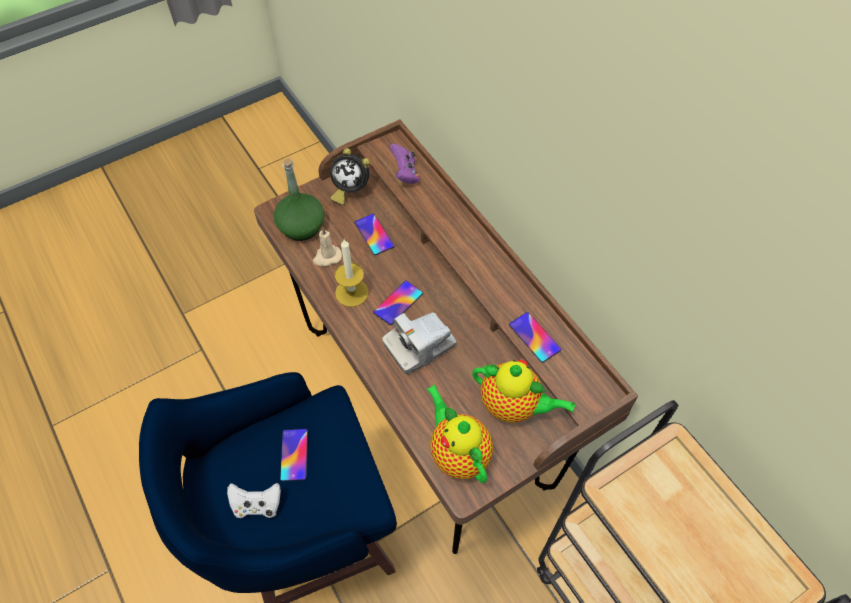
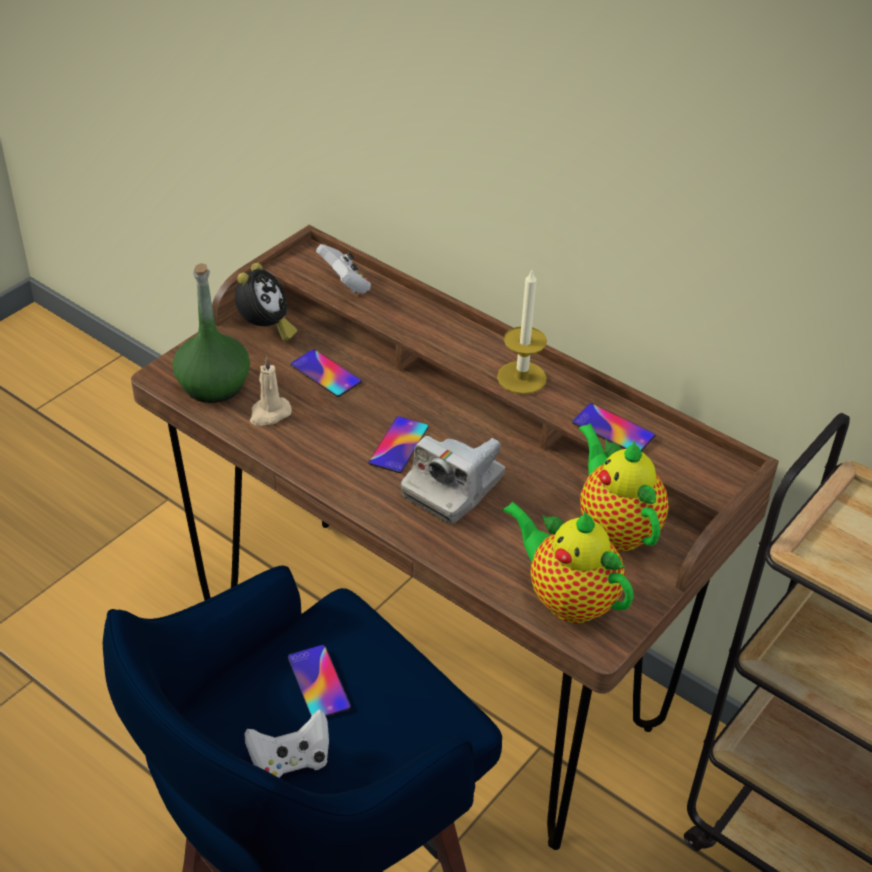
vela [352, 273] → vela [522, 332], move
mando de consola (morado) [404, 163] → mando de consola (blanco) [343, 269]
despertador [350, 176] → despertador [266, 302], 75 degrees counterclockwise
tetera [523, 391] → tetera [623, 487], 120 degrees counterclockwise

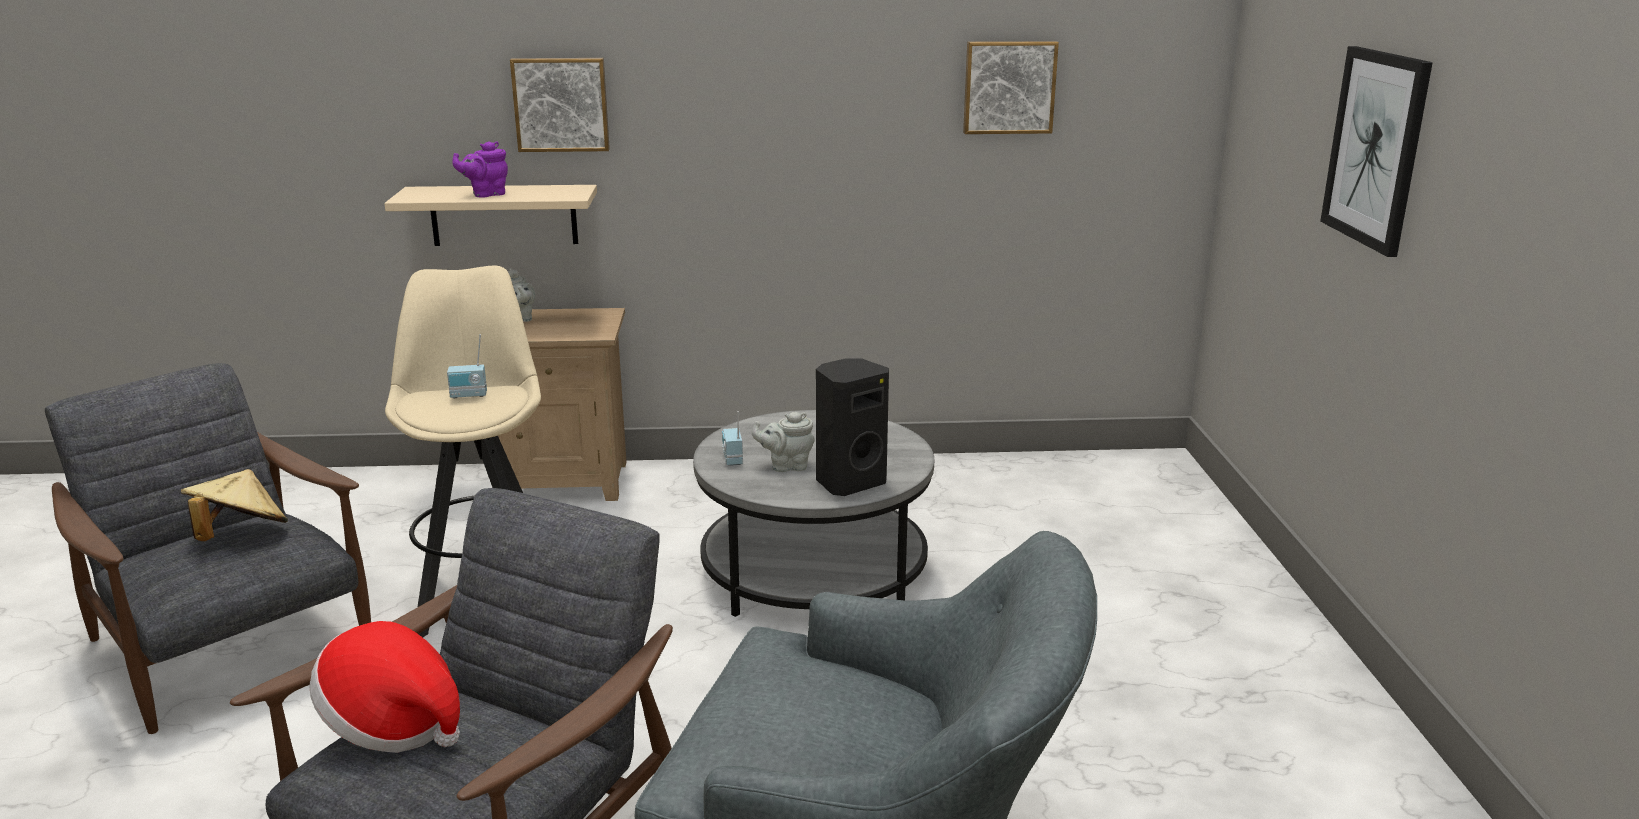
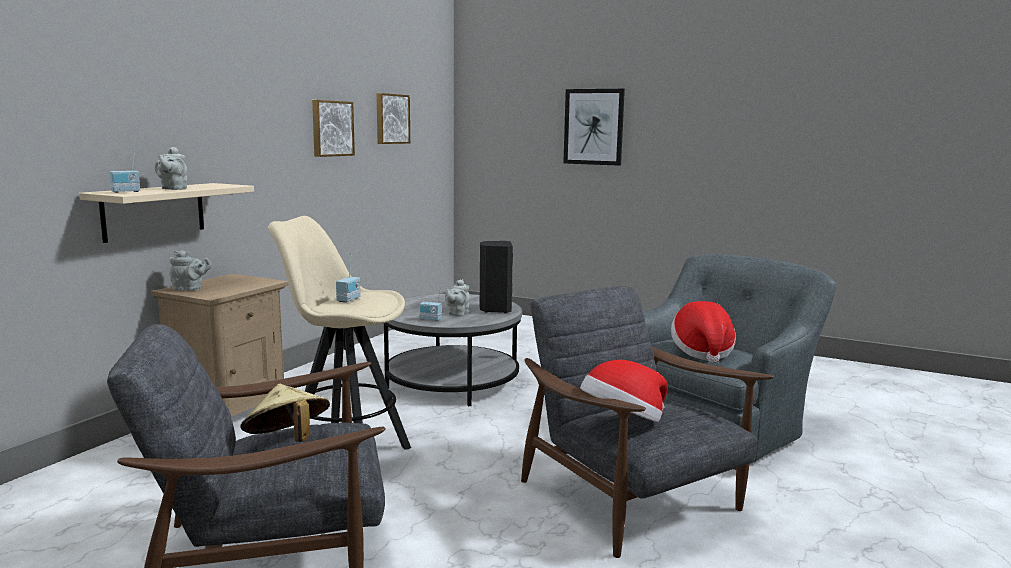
- → radio [124, 170]
- → sombrero [703, 332]
cuadro [560, 105] → cuadro [333, 128], move
tetera (morado) [480, 169] → tetera (gris) [171, 168]

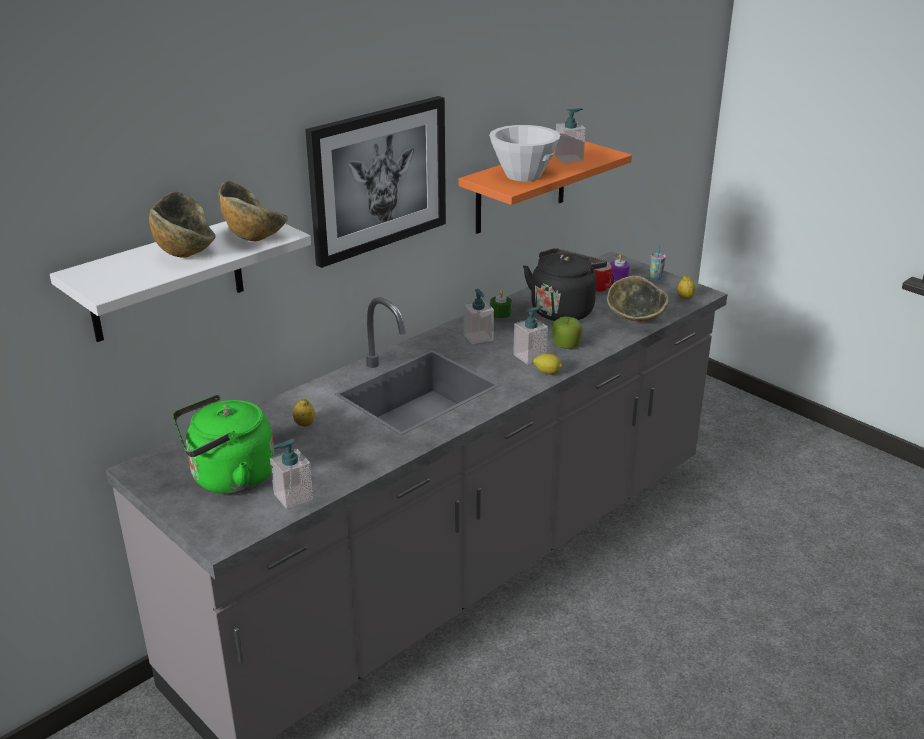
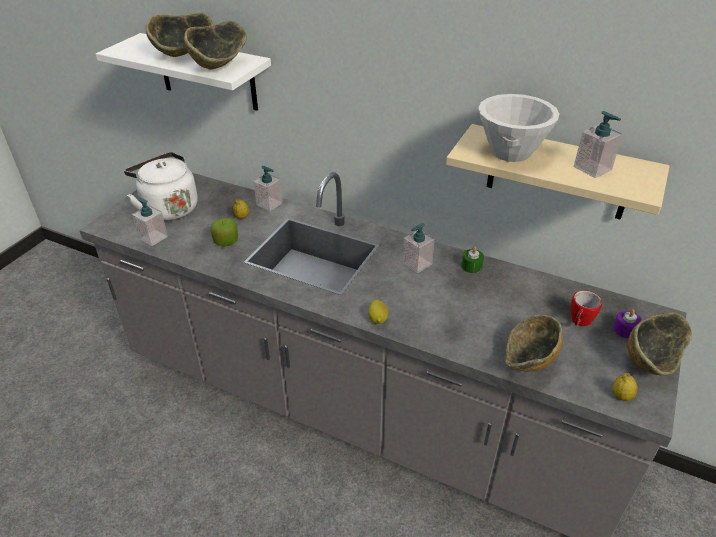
cuadro [375, 182] → -
hervidor (negro) [565, 284] → -
dispensador de jabón [530, 335] → dispensador de jabón [268, 188], move
manzana [567, 333] → manzana [224, 232], move
taza [658, 262] → cuenco [659, 343]
hervidor (verde) [224, 444] → hervidor (blanco) [161, 186]
estante (naranja) [545, 187] → estante (beis) [558, 172]

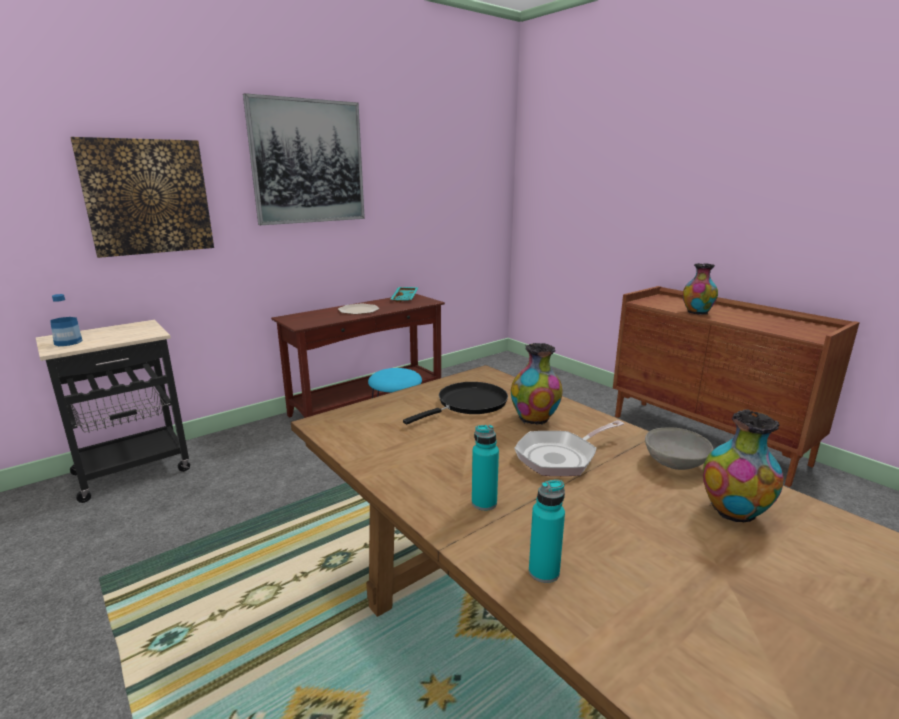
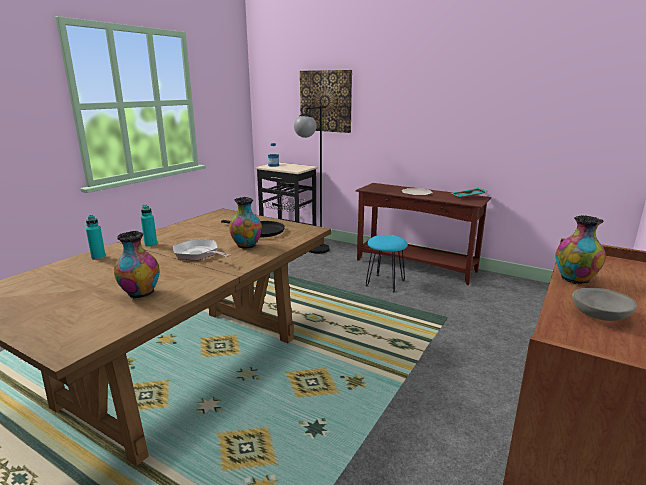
cuadro [304, 159] → -
- → lámpara de pie (negro) [312, 180]
cuenco (gris) [679, 448] → cuenco (gris) [604, 304], move

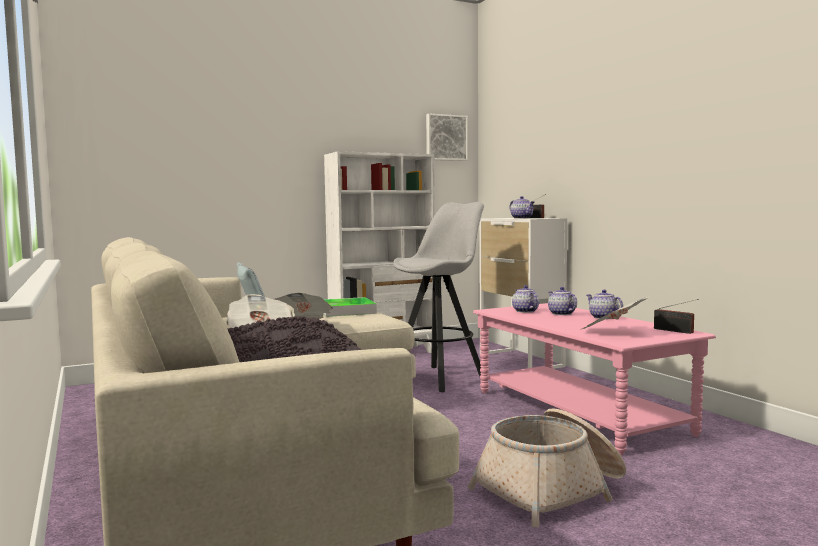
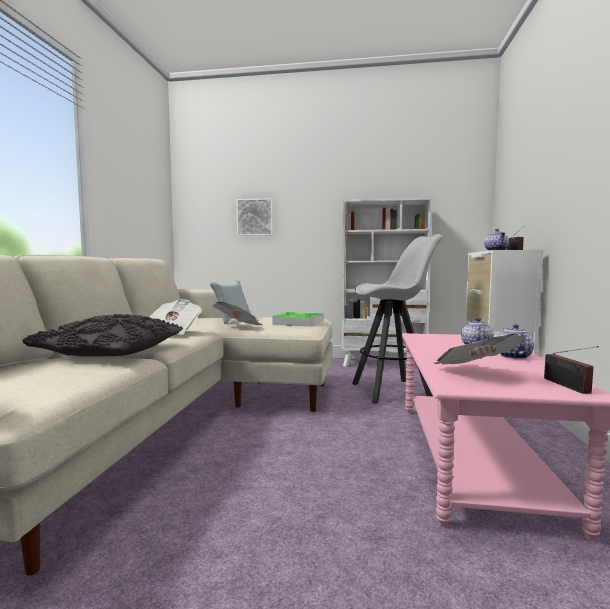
cesta [546, 468] → -
tetera [526, 299] → -
cuadro [447, 137] → cuadro [255, 217], move

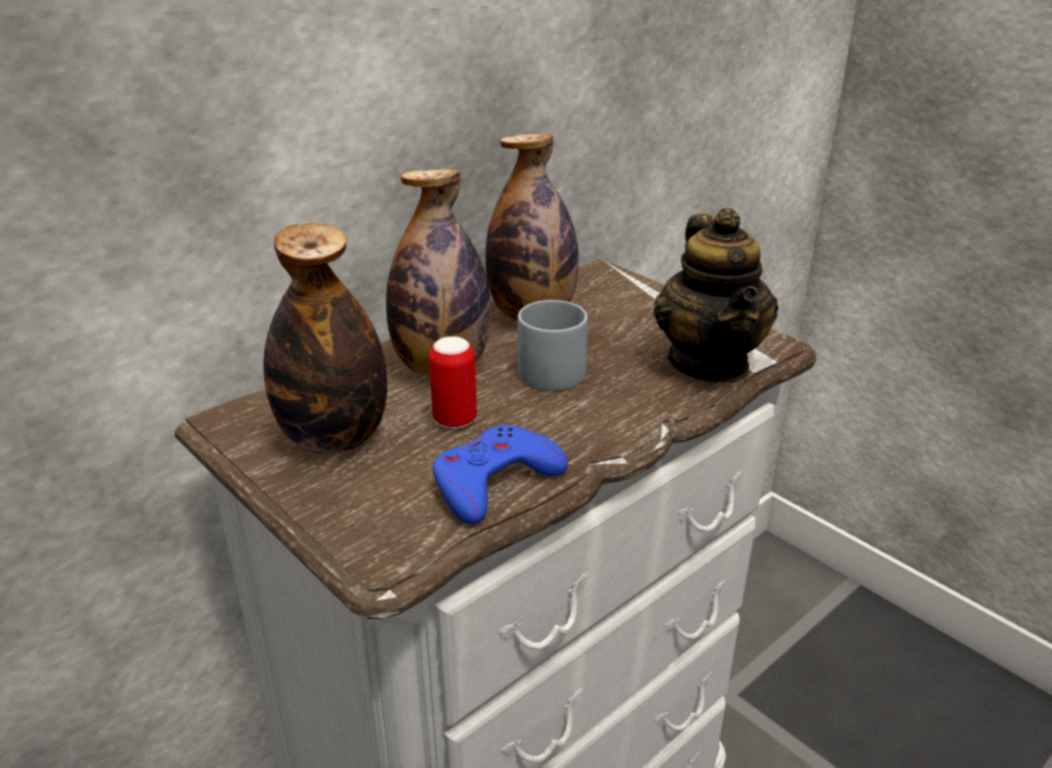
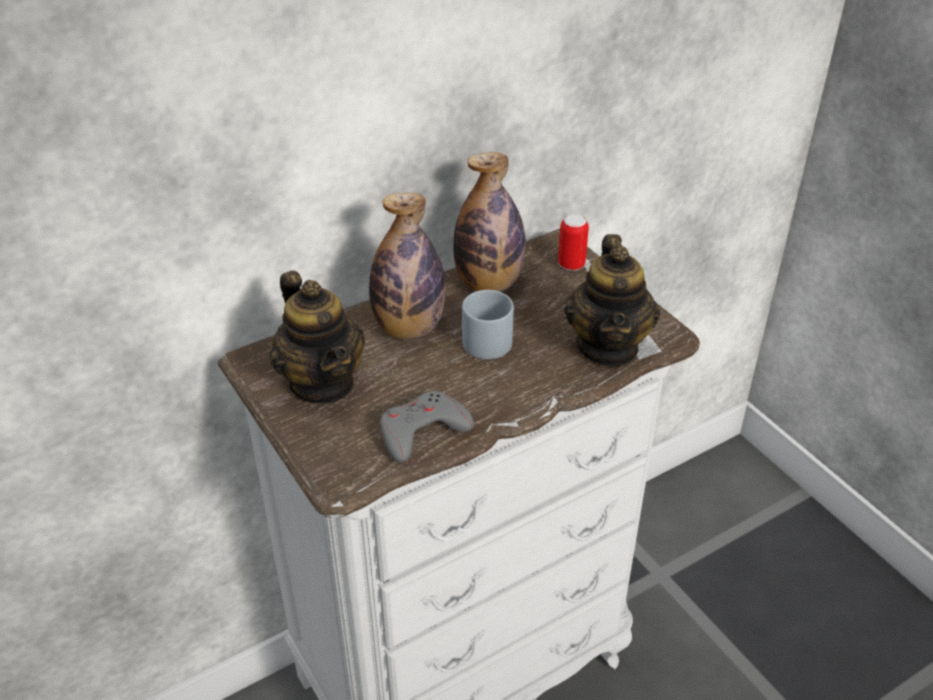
lata [453, 382] → lata [573, 242], move
botella [325, 338] → tetera [317, 337]
mando de consola (azul) [500, 474] → mando de consola (gris) [427, 427]

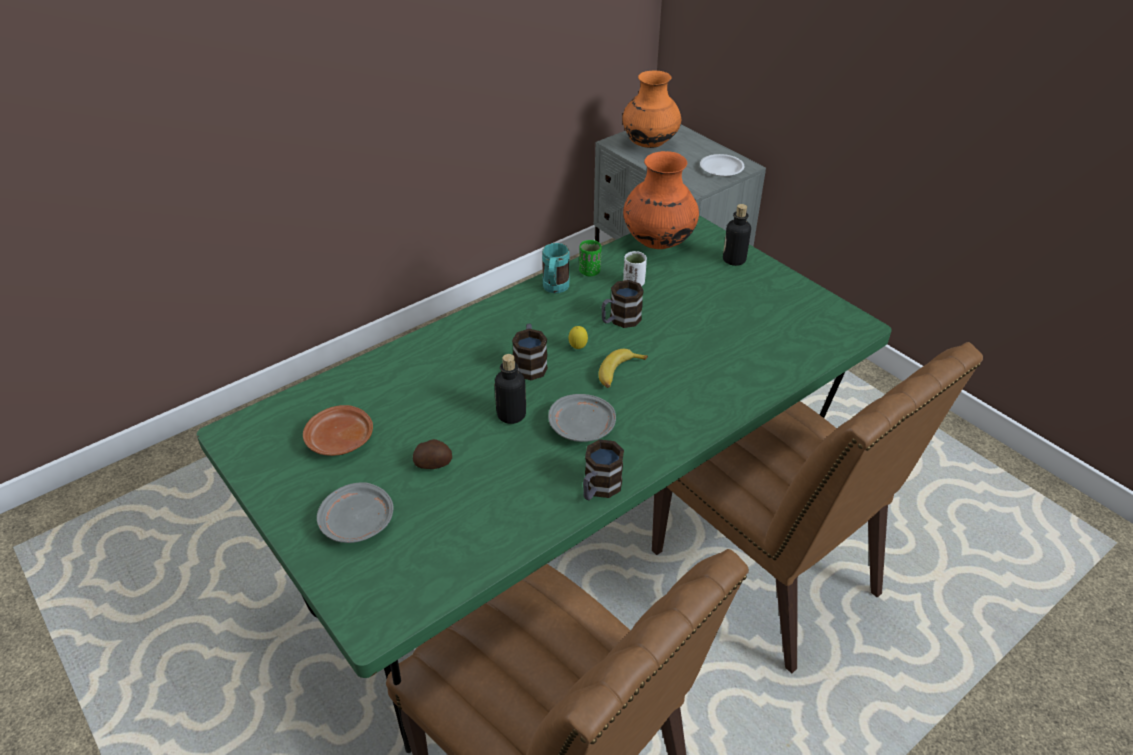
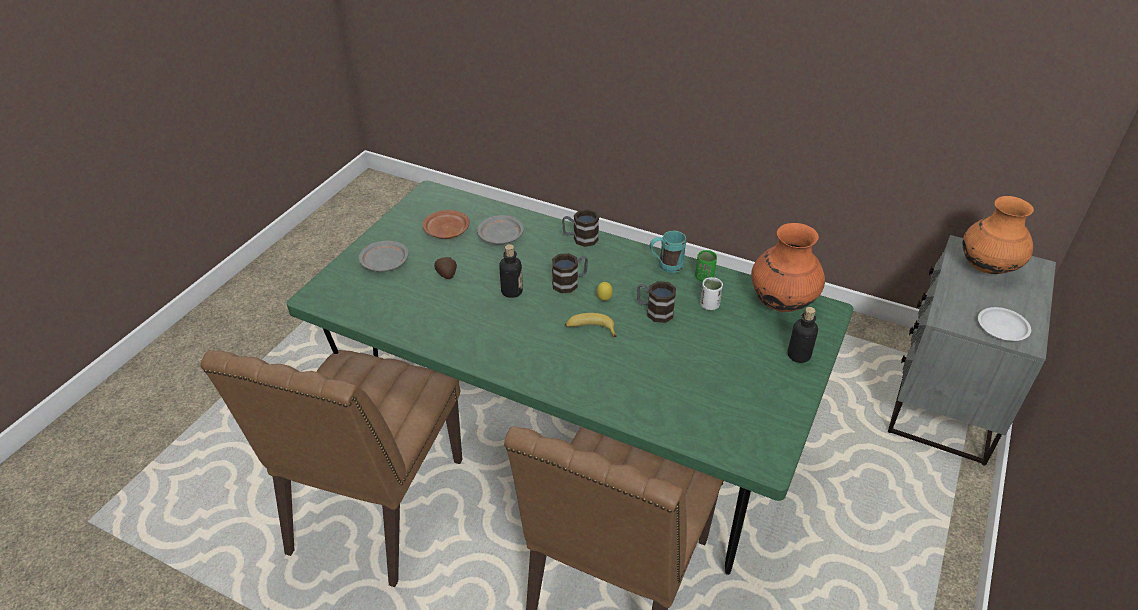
plato (gris) [582, 418] → plato (gris) [500, 229], move
taza grande [603, 469] → taza grande [580, 228], move

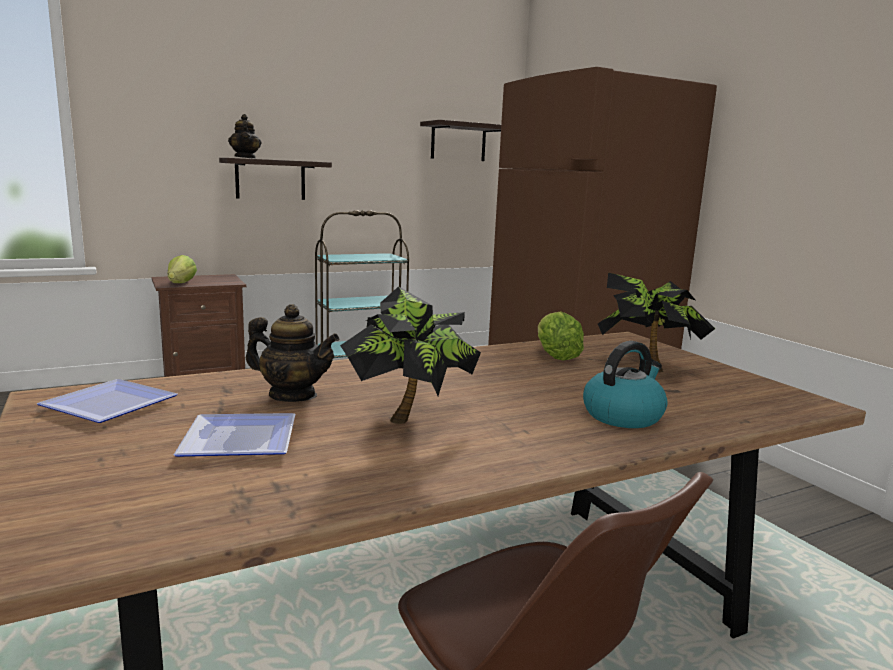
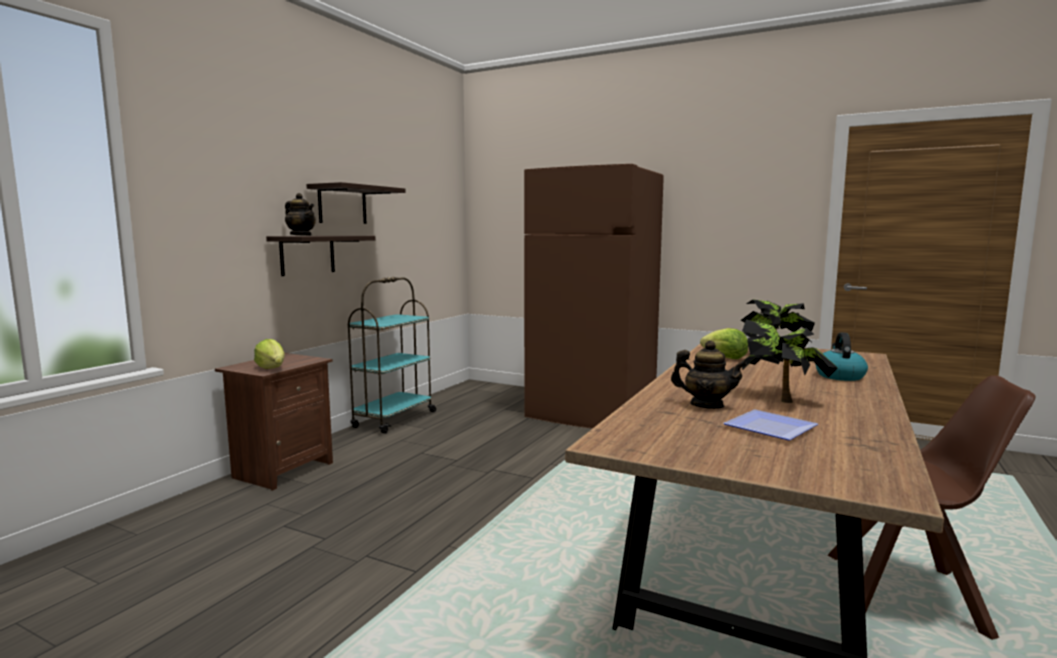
plato [107, 401] → -
estante [460, 140] → estante [356, 203], move
tetera [292, 353] → tetera [709, 374], 45 degrees clockwise

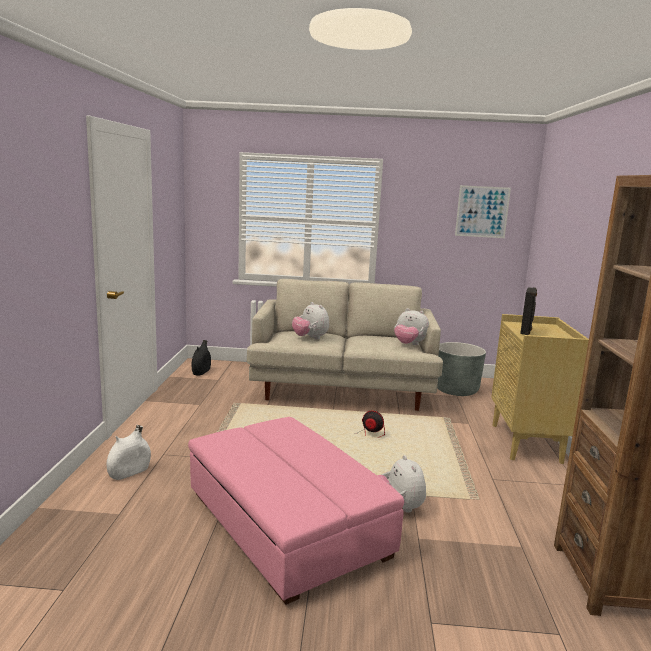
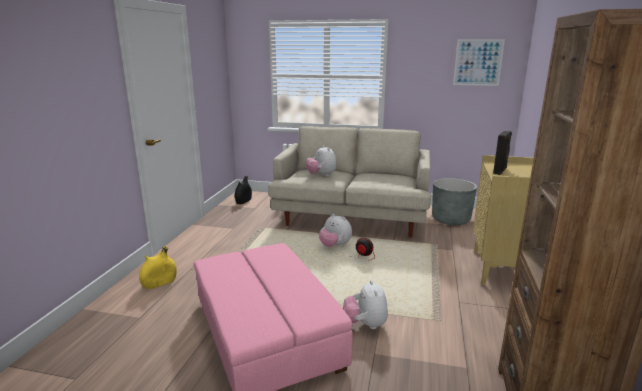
peluche [411, 326] → peluche [335, 230], move
florero (blanco) [129, 452] → florero (amarillo) [158, 268]

